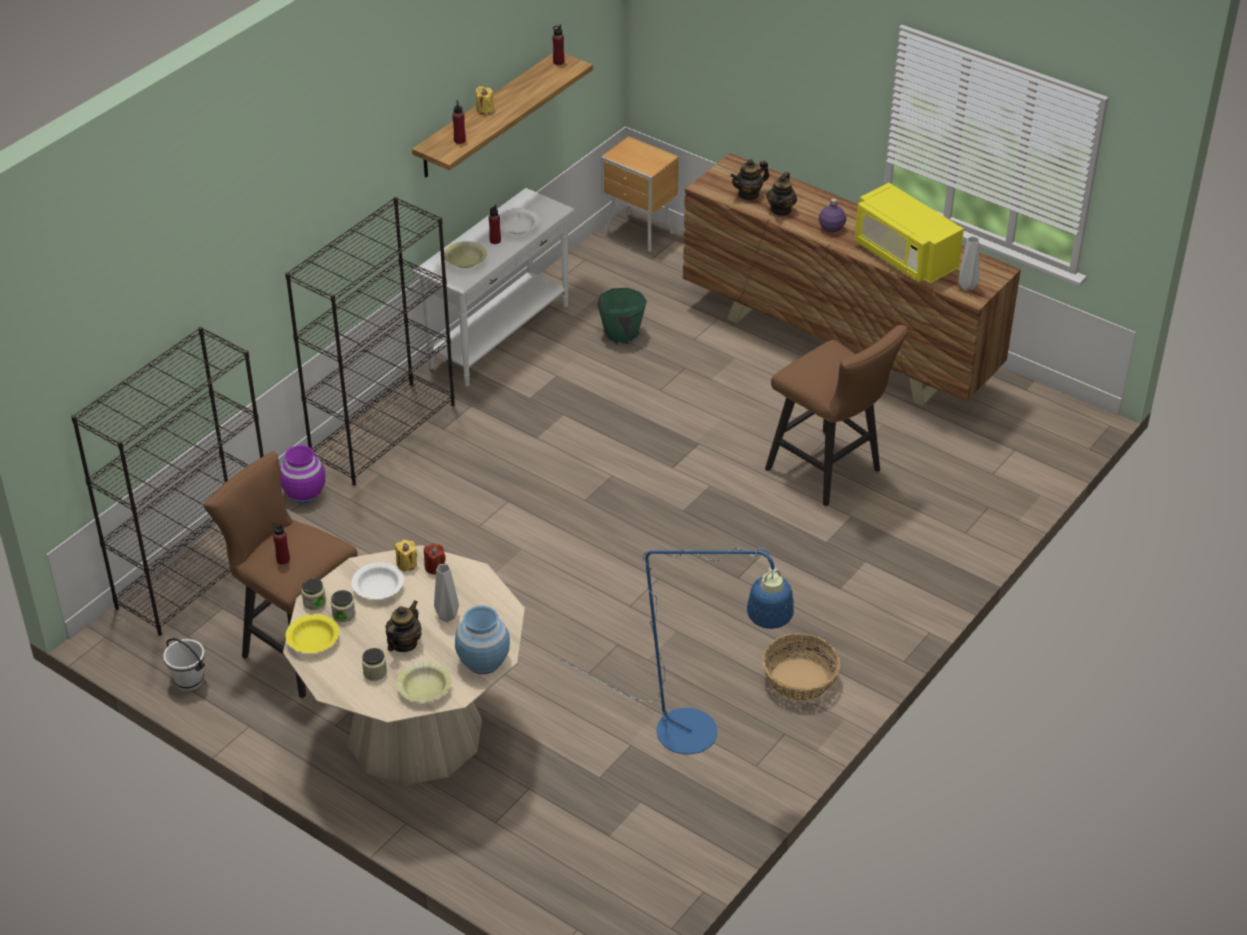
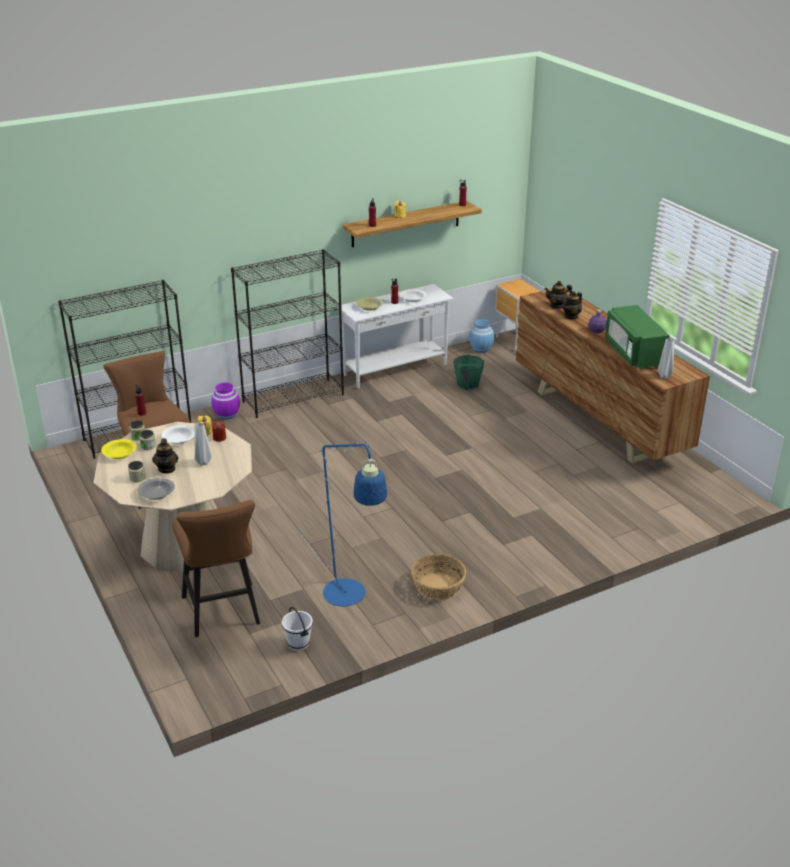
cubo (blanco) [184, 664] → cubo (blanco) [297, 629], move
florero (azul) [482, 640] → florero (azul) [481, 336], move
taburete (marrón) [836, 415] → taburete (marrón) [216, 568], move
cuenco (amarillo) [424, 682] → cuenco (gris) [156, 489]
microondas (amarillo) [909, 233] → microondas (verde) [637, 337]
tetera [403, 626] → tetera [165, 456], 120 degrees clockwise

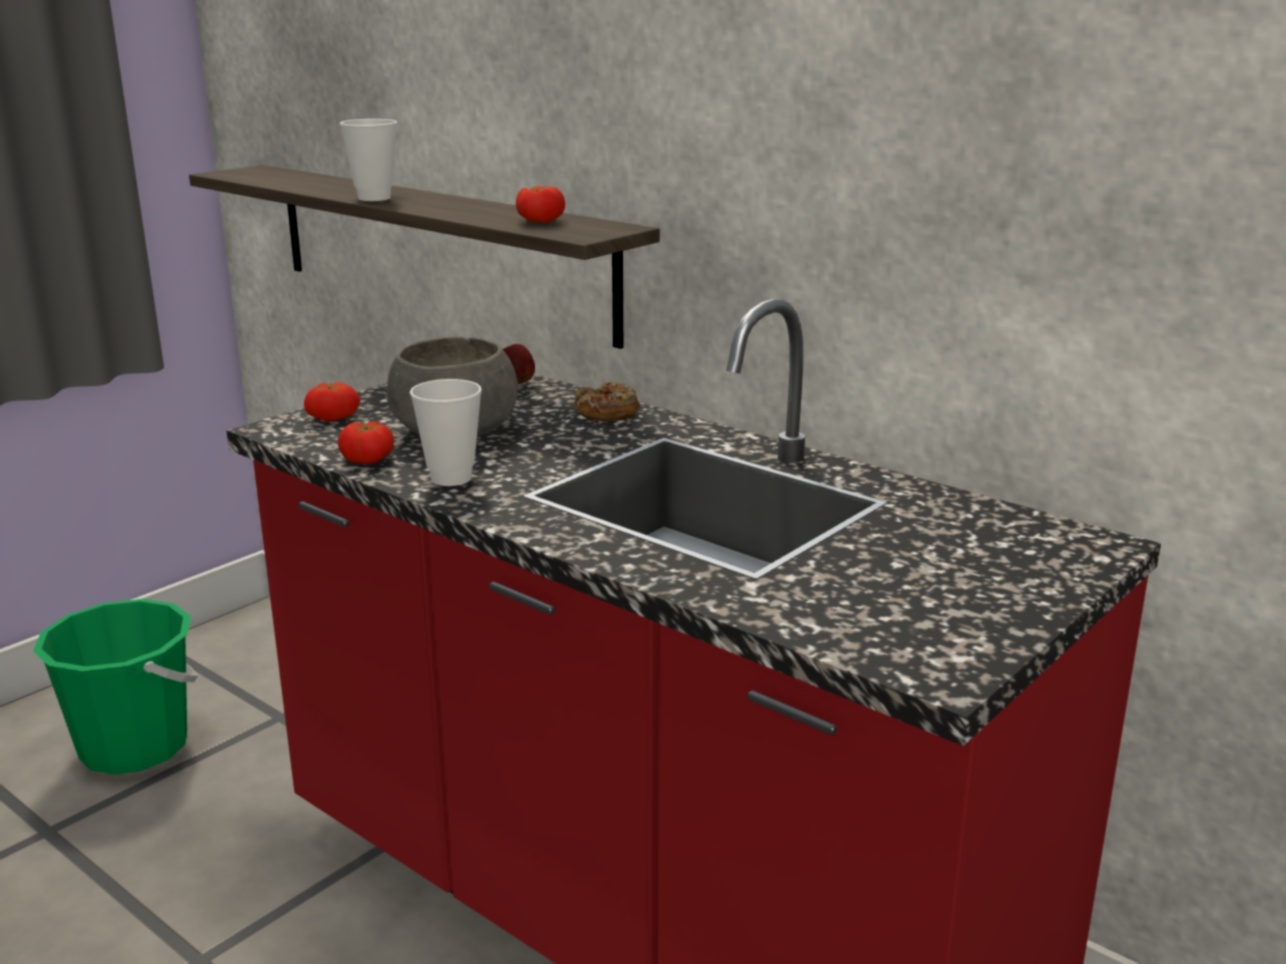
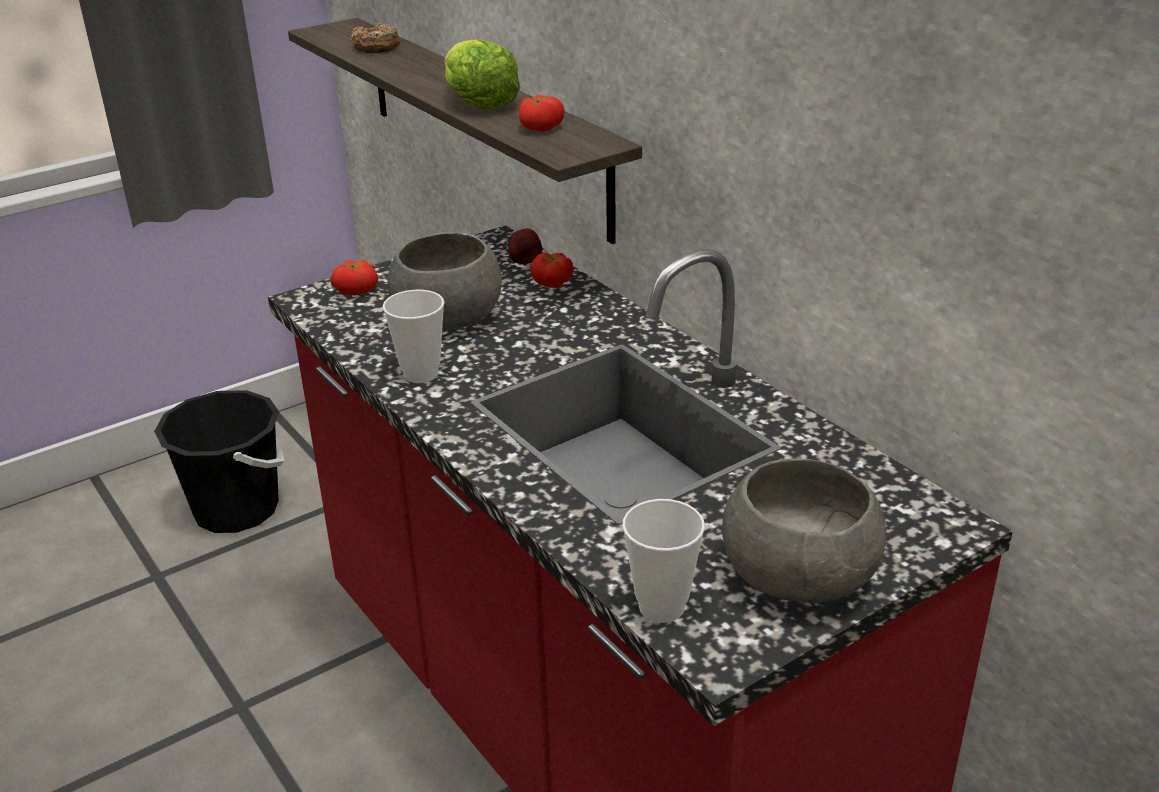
- → lechuga [482, 74]
- → cuenco (gris) [804, 530]
tomate [366, 442] → tomate [551, 270], move
taza [368, 160] → taza [663, 561], move
rosquilla [607, 401] → rosquilla [375, 38], move
cubo (verde) [115, 687] → cubo (negro) [219, 461]

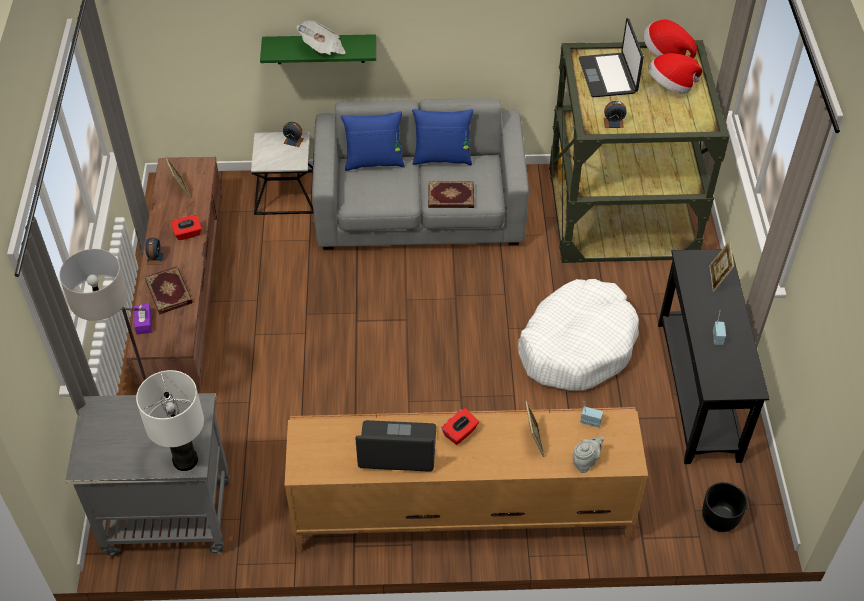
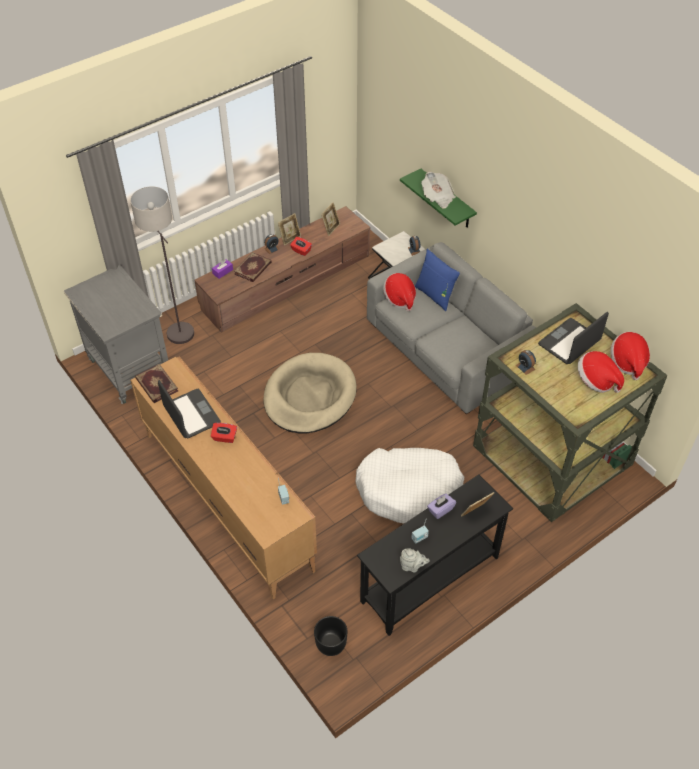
lámpara de mesa (blanco) [170, 420] → -
cojín (azul) [442, 137] → -
- → cama para perro (beis) [309, 393]
- → sombrero [399, 292]
- → caja de pañuelos (morado) [441, 506]
libro [451, 194] → libro [156, 383], move
portarretratos [535, 429] → portarretratos [289, 229], move
tetera (gris) [588, 454] → tetera (gris) [415, 560], move

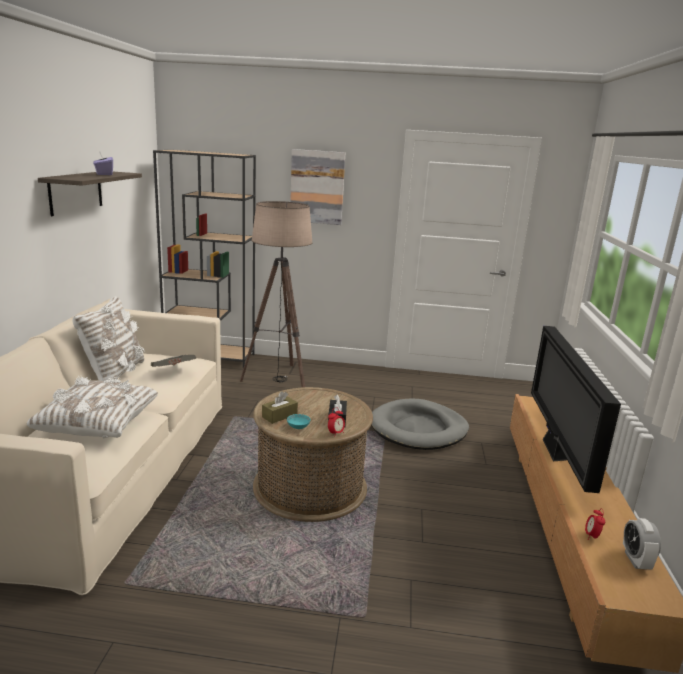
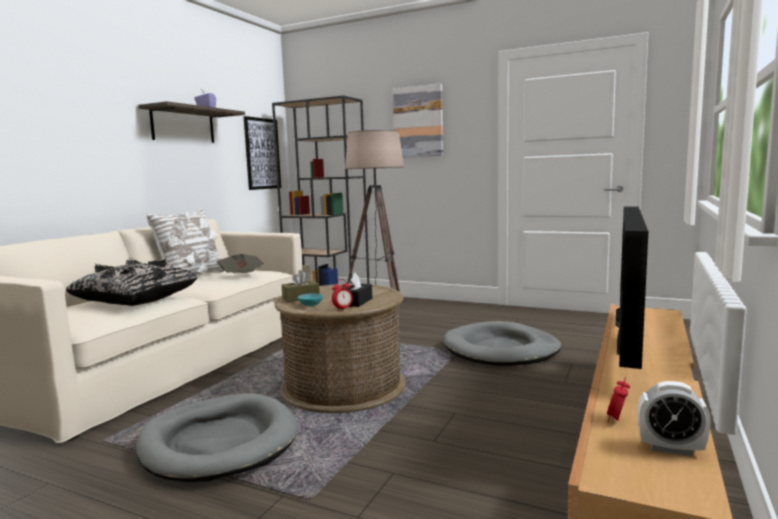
- → cama para perro (gris) [217, 437]
- → cuadro [262, 153]
cojín (blanco) [92, 406] → cojín (negro) [131, 282]
despertador [642, 544] → despertador [674, 418], 90 degrees counterclockwise

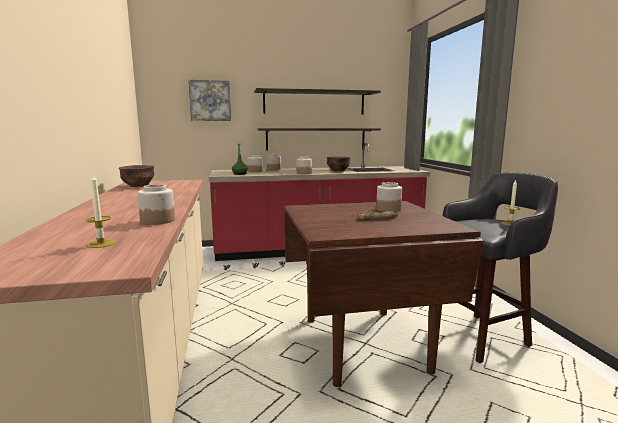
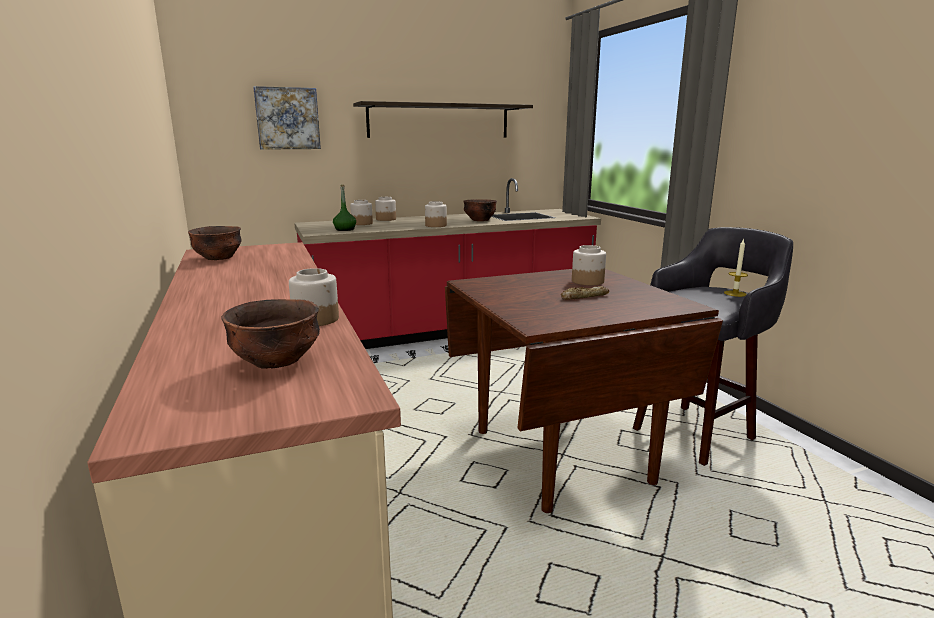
estante [319, 139] → -
vela [100, 211] → cuenco (marrón) [270, 334]

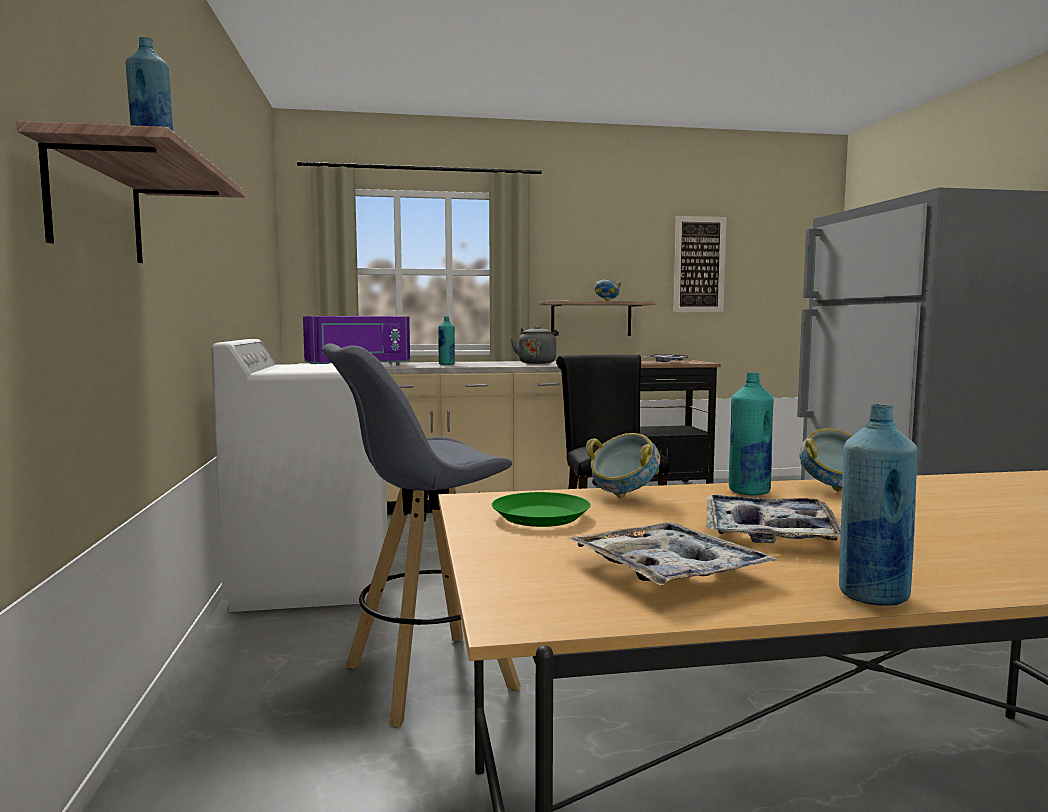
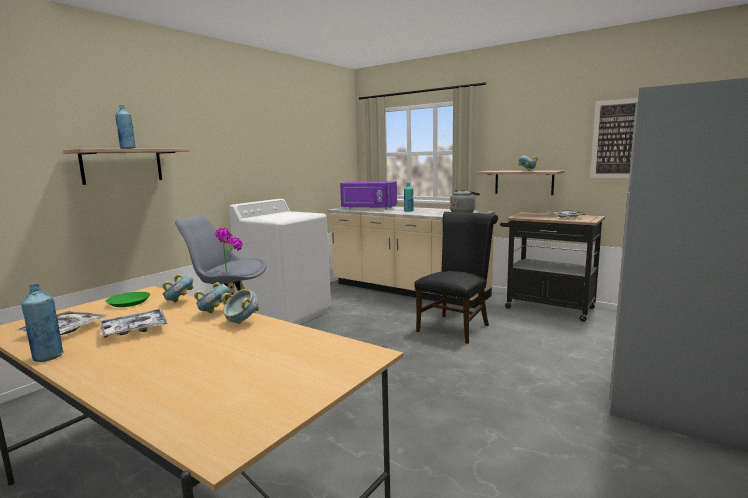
- → planta en maceta [229, 250]
botella (turquesa) [751, 433] → cuenco [212, 297]

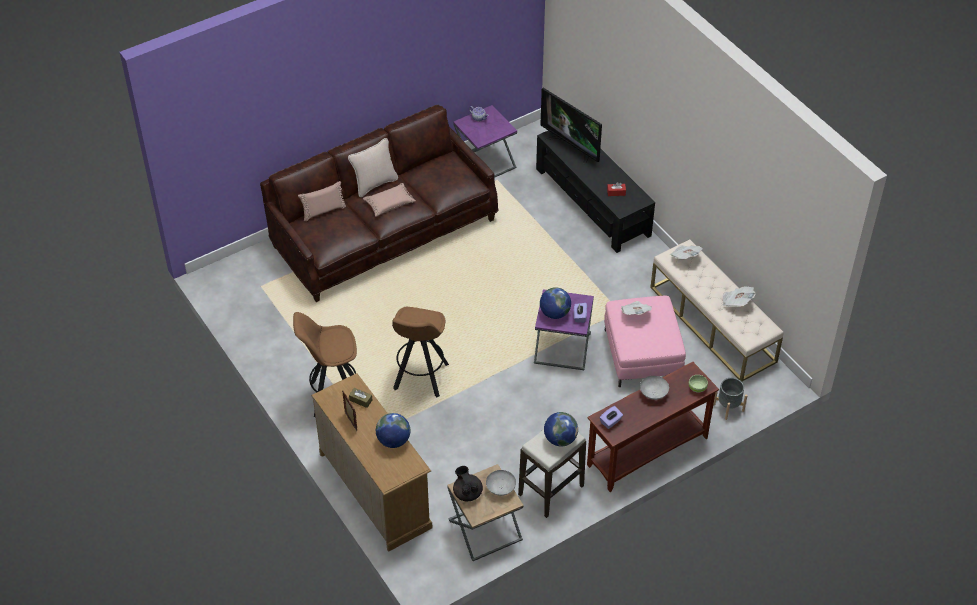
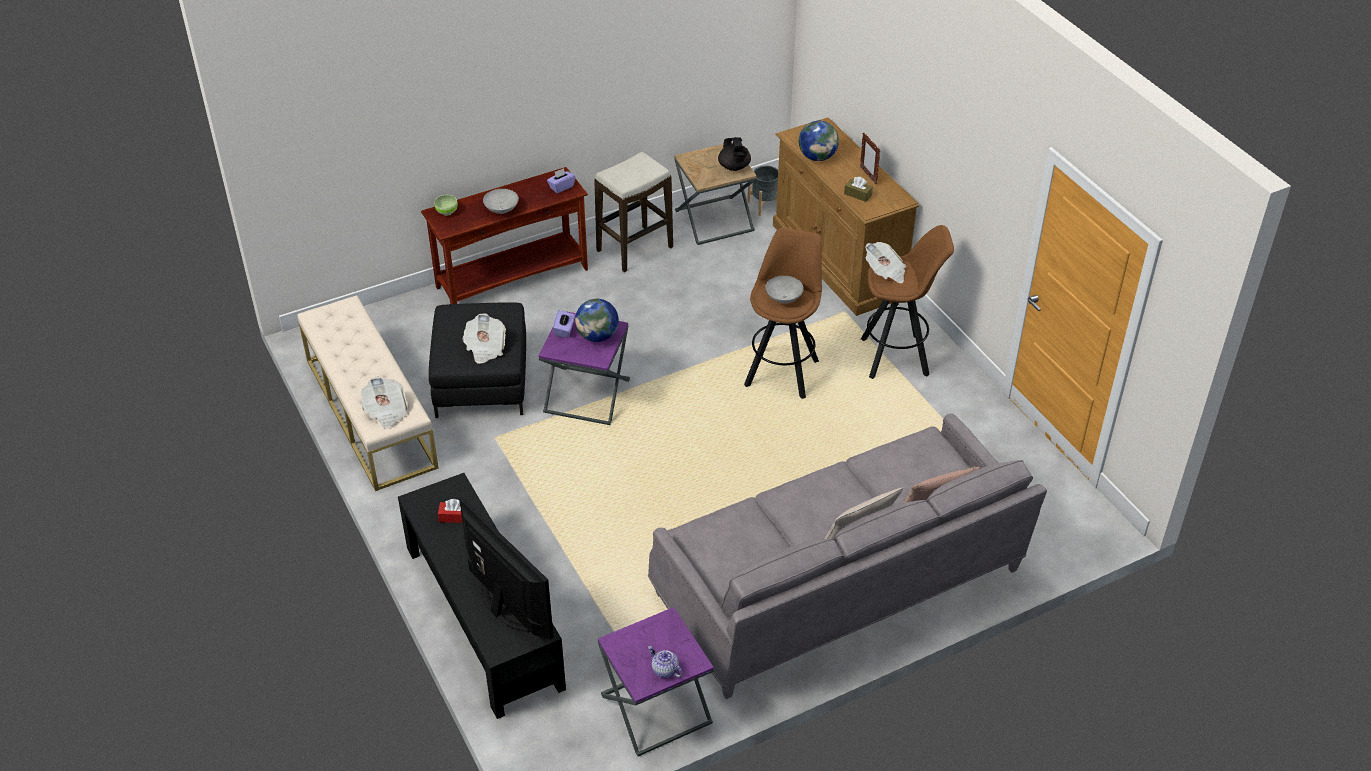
cojín (beis) [389, 200] → -
globo terráqueo [561, 429] → -
cuenco (gris) [501, 483] → cuenco (gris) [784, 289], move
maceta (gris) [730, 399] → maceta (gris) [763, 191], move
periódico [739, 296] → periódico [886, 262], move
sofá (marrón) [379, 203] → sofá (gris) [847, 556]
puf (rosa) [645, 341] → puf (negro) [477, 360]

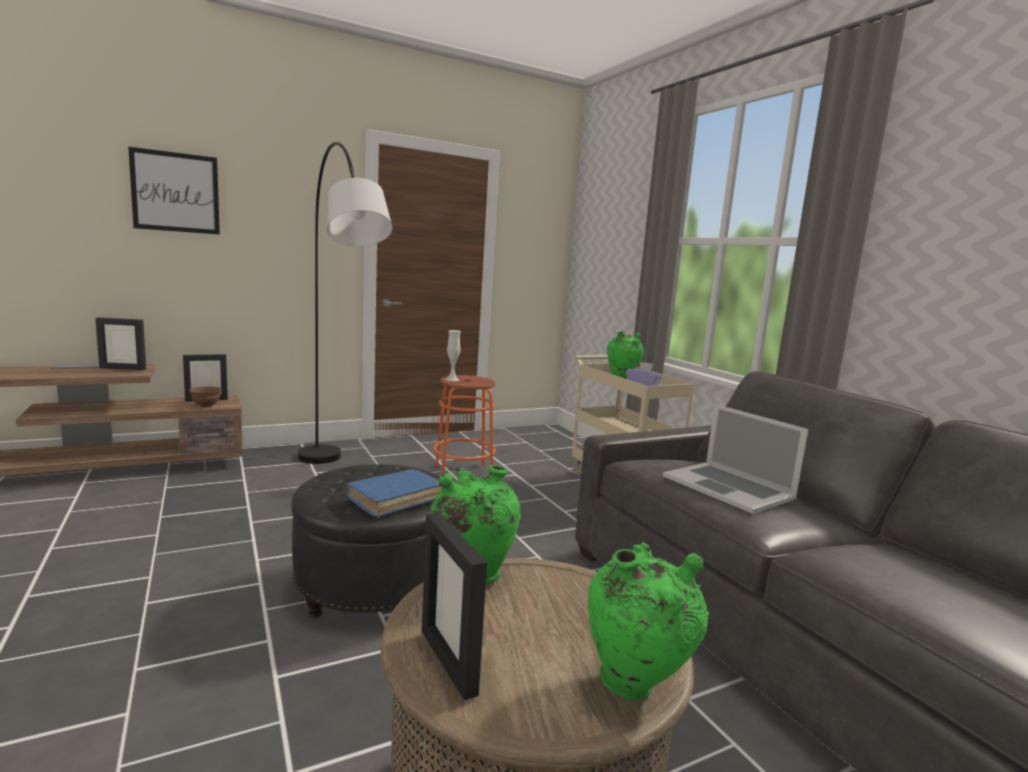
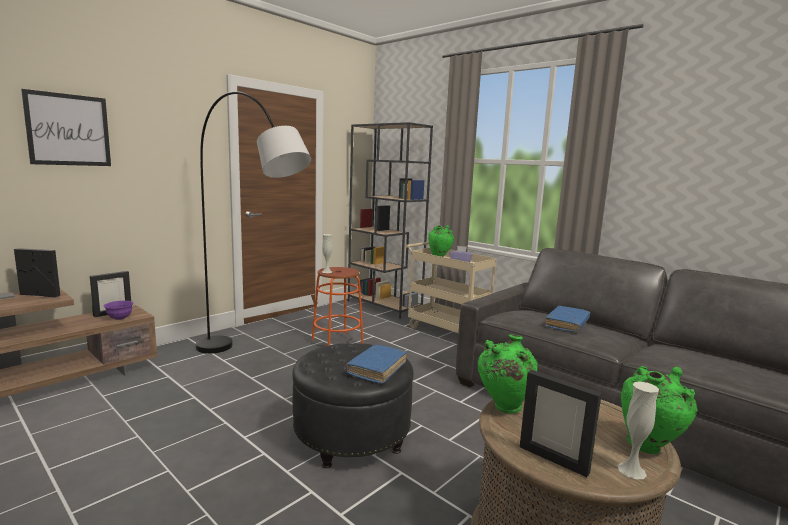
- → estantería [390, 220]
- → florero (blanco) [638, 430]
portátil [735, 459] → libro (azul) [567, 319]
cuenco (marrón) [205, 396] → cuenco (morado) [118, 310]
portarretratos [120, 343] → portarretratos [37, 272], 150 degrees counterclockwise

